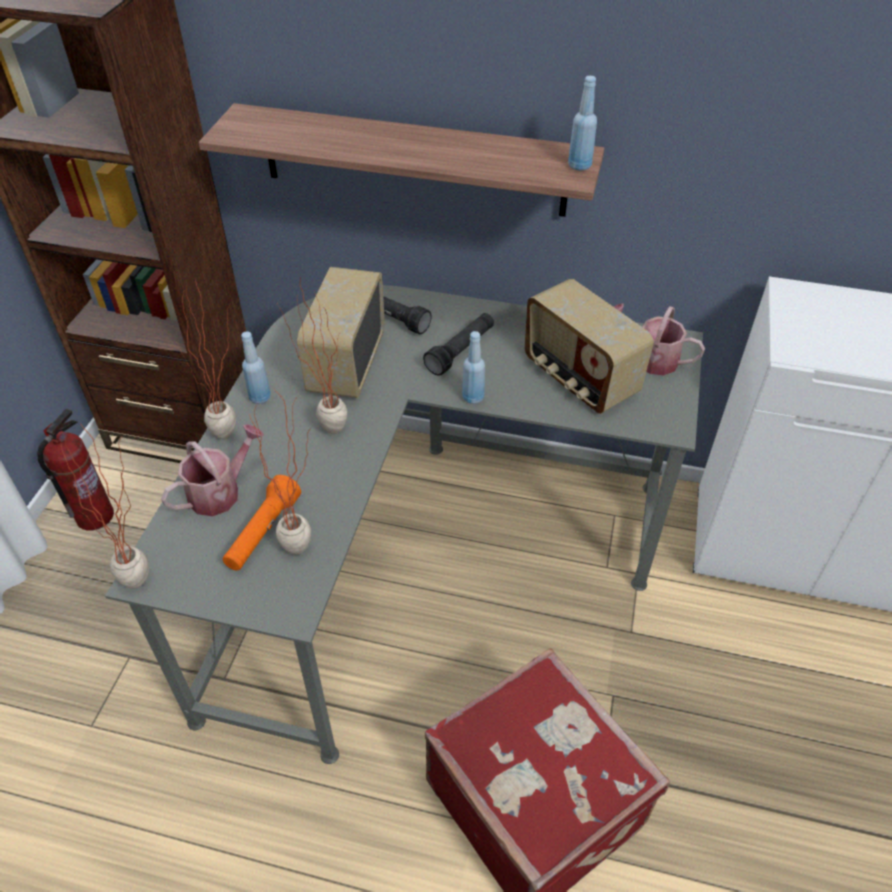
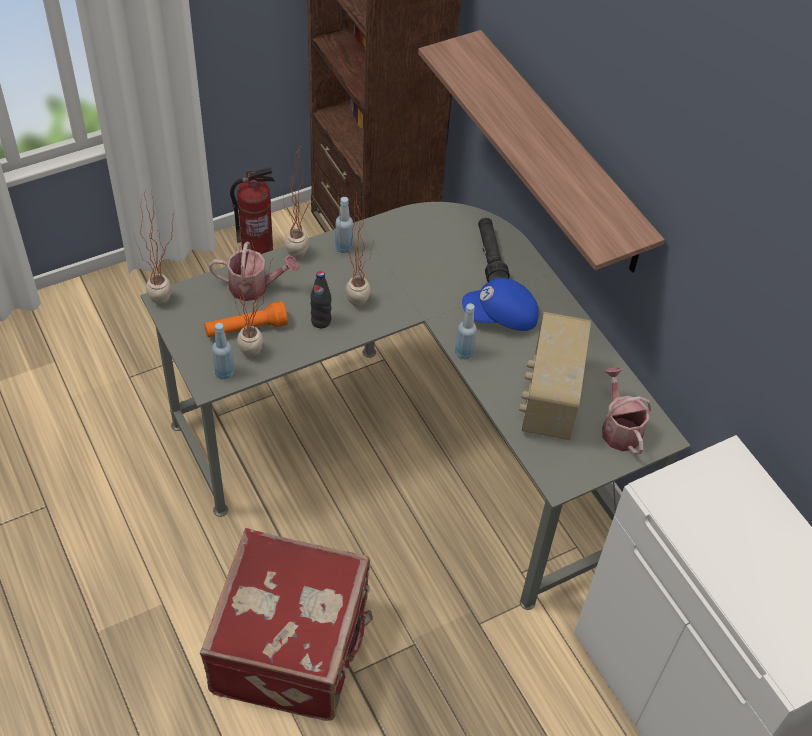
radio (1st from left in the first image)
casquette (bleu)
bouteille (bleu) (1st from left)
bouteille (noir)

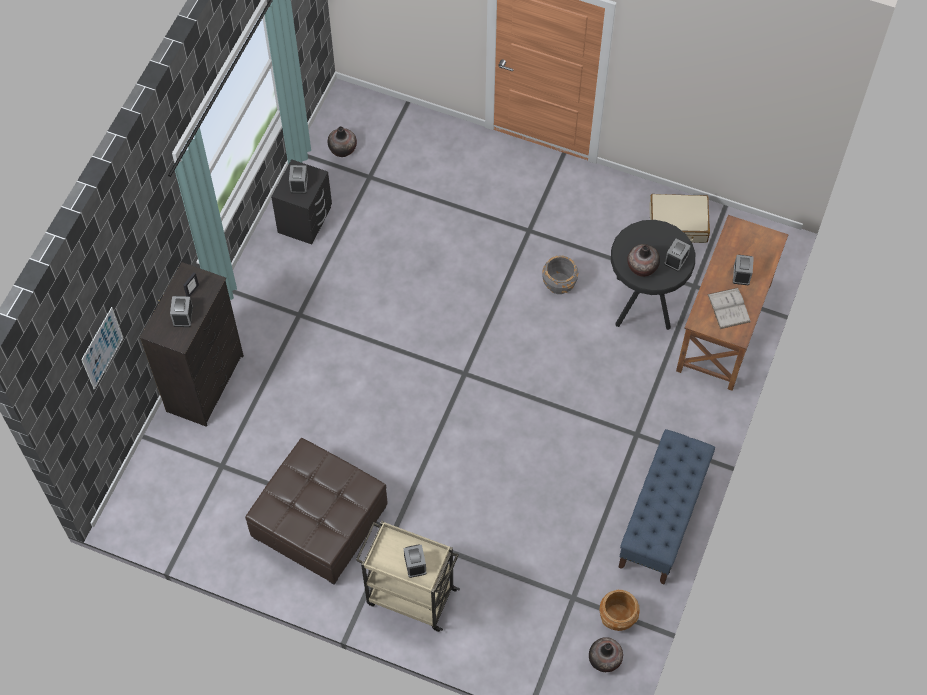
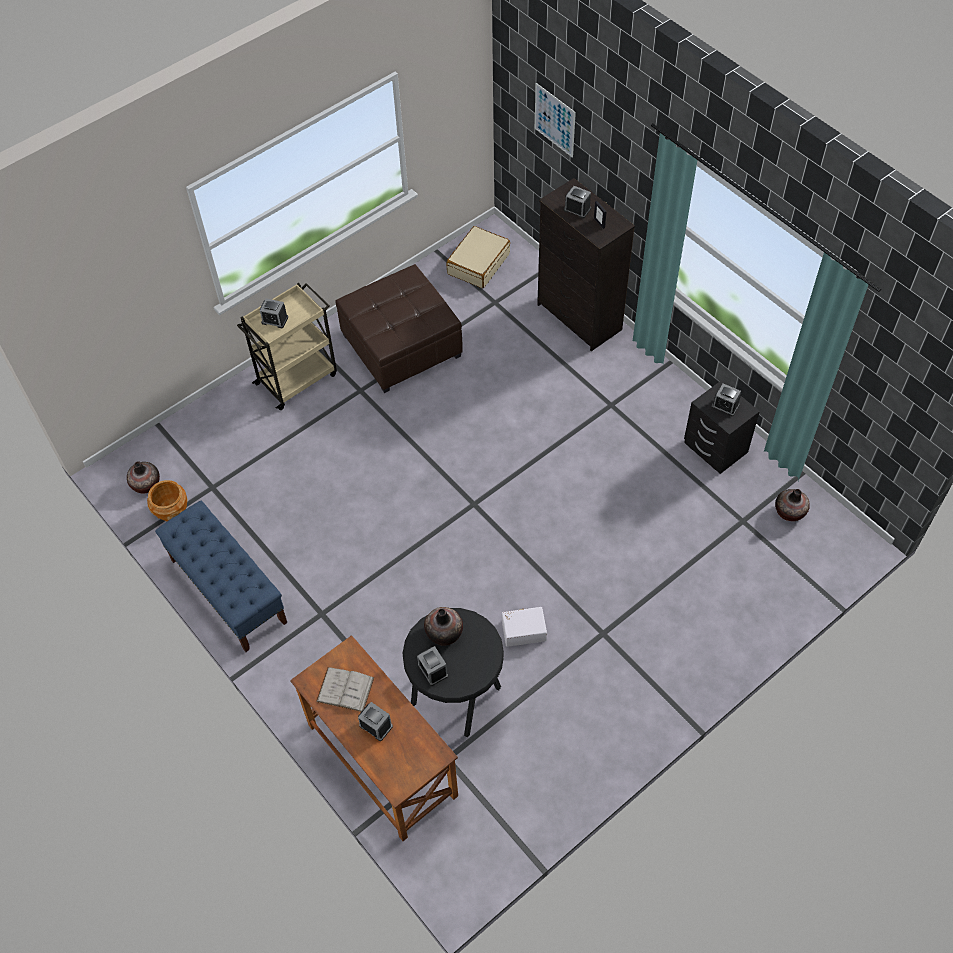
boîte de rangement (blanc)
valise (beige)

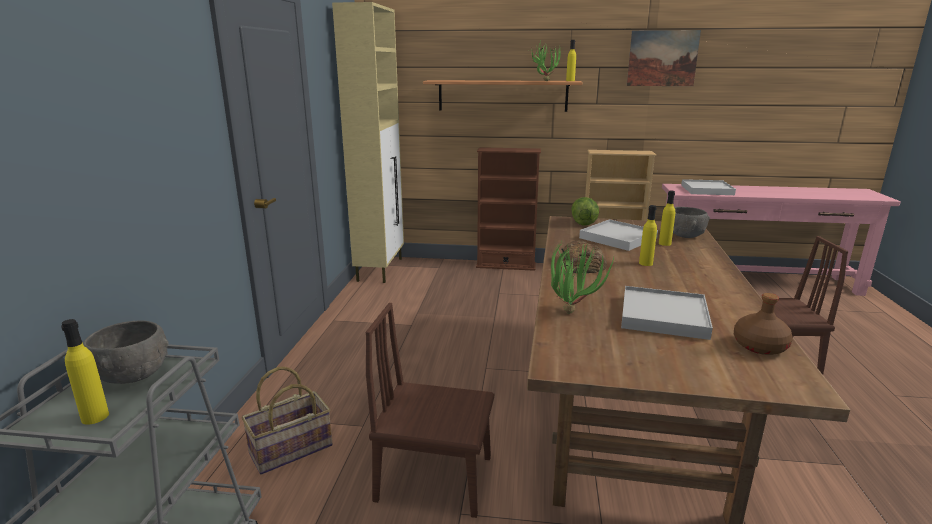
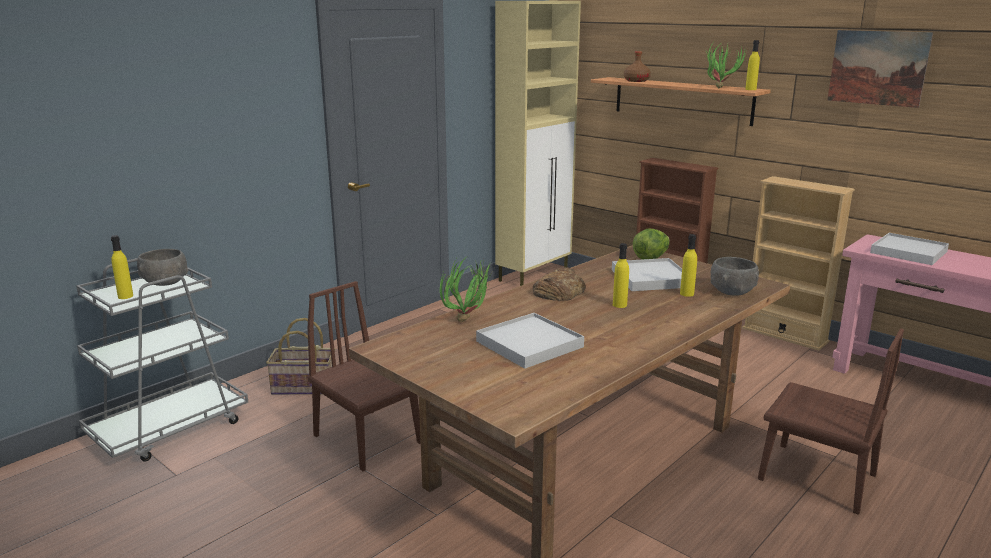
bouteille (marron)

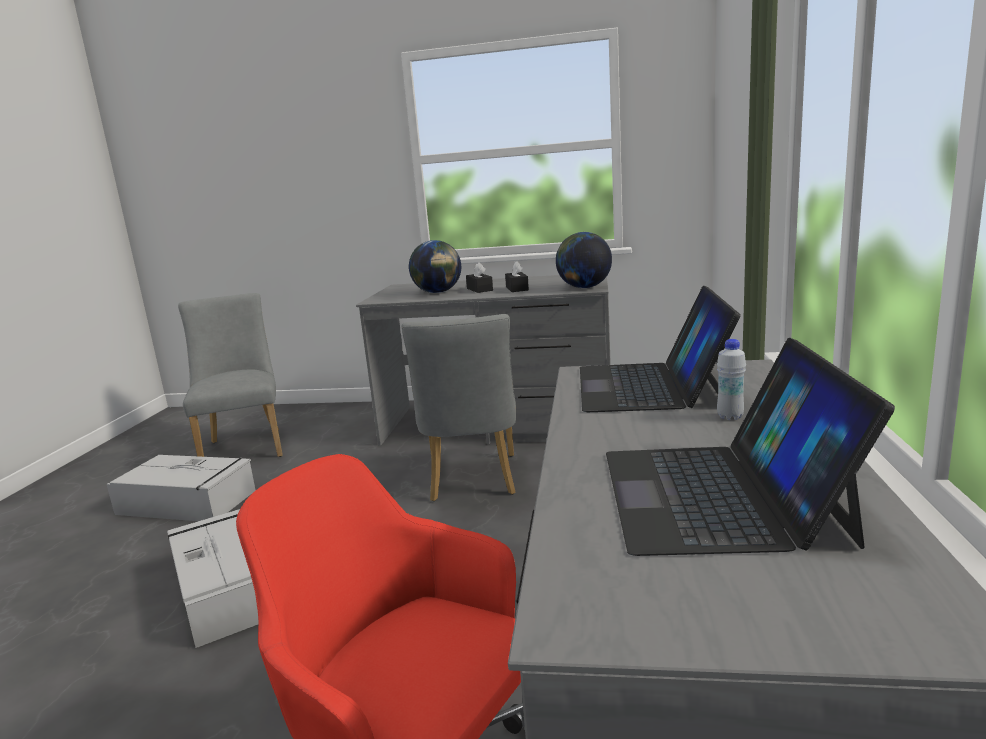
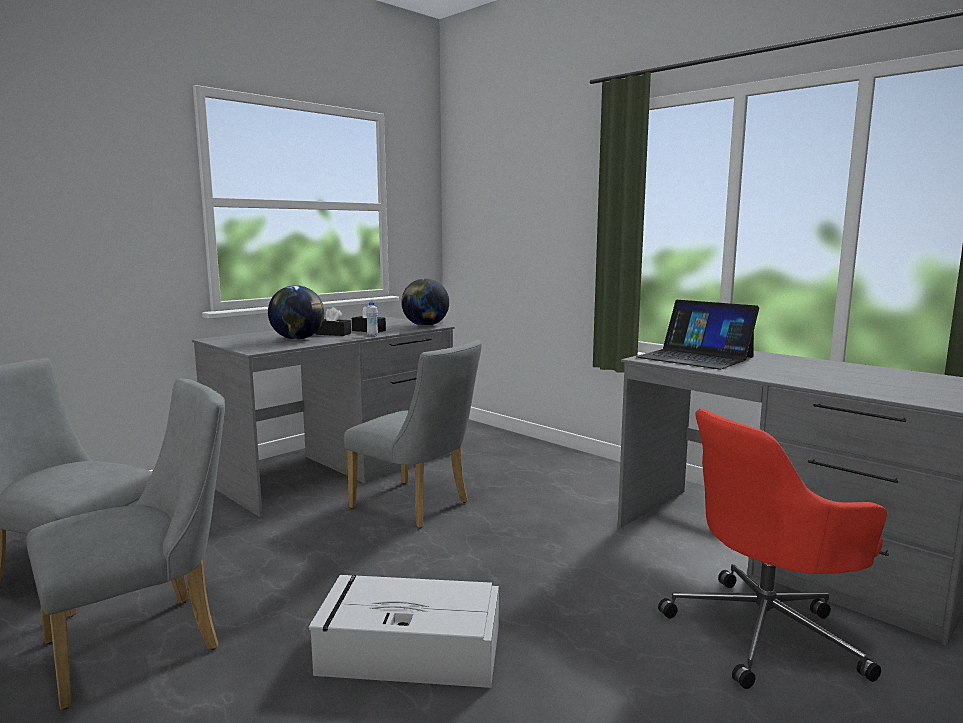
chaise (gris) (2nd from left)
ordinateur portable (2nd from left in the first image)
bouteille (blanc)

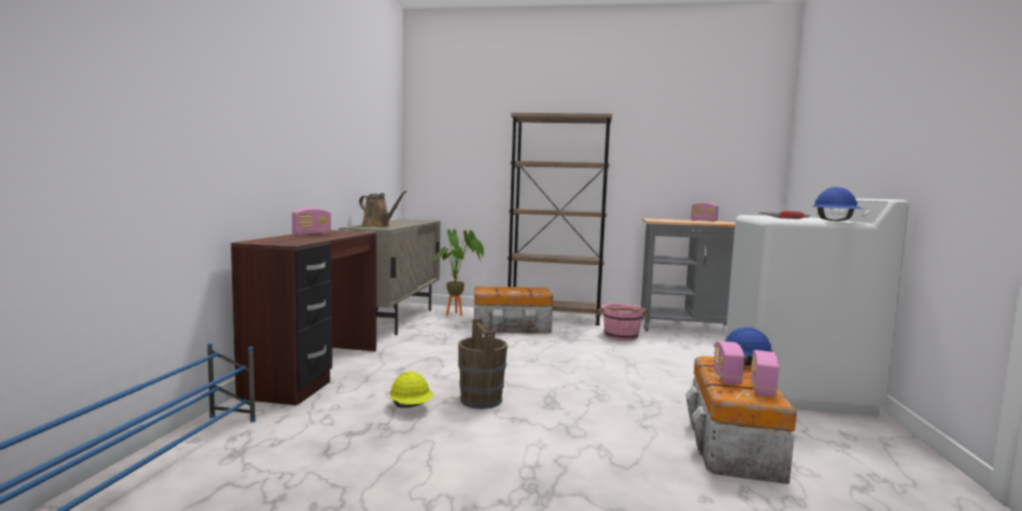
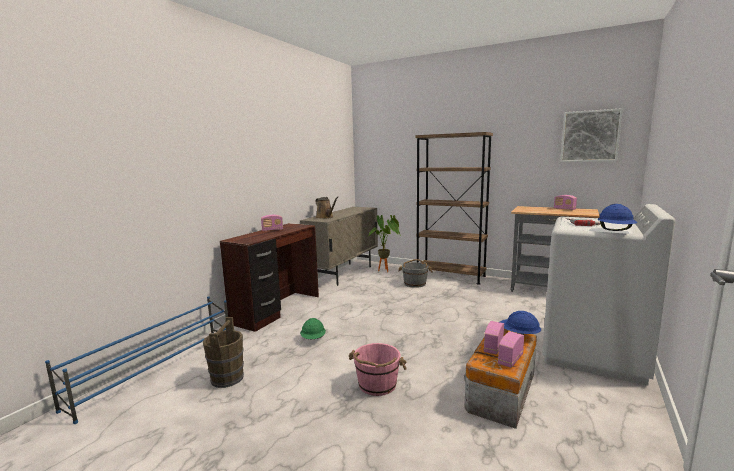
casque de chantier (vert)
seau (marron)
seau (gris)
seau (rose)
tableau

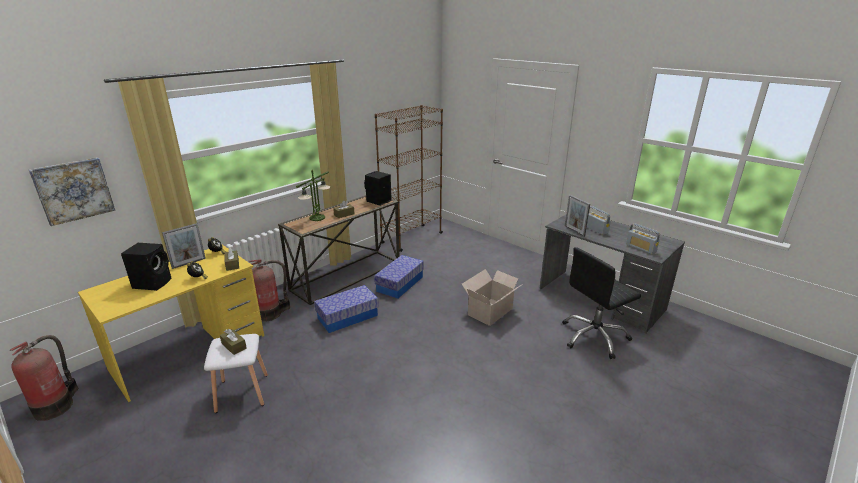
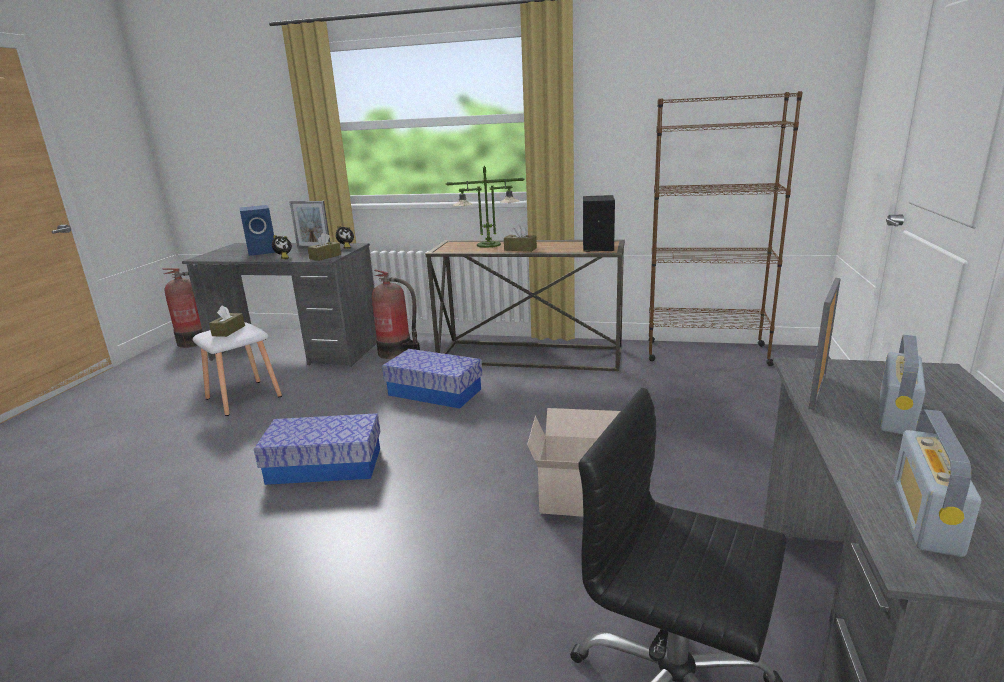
tableau
bureau (gris) (1st from left)
enceinte (bleu)
boîte de rangement (1st from left)

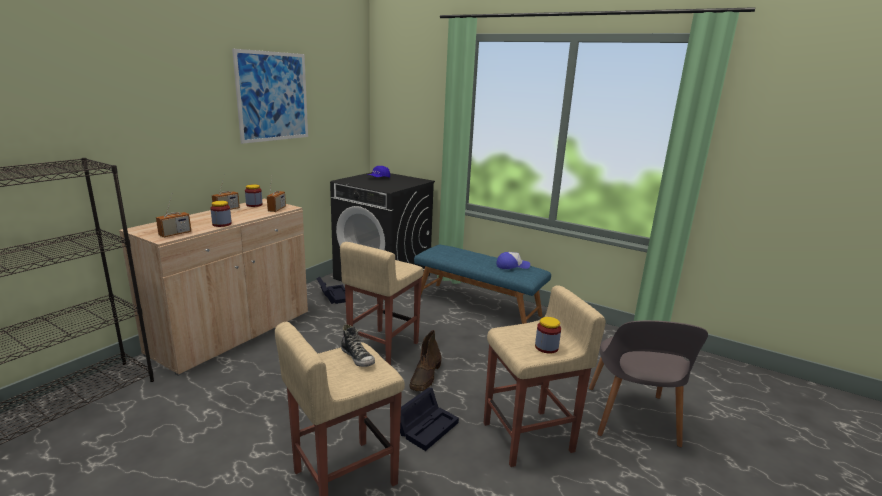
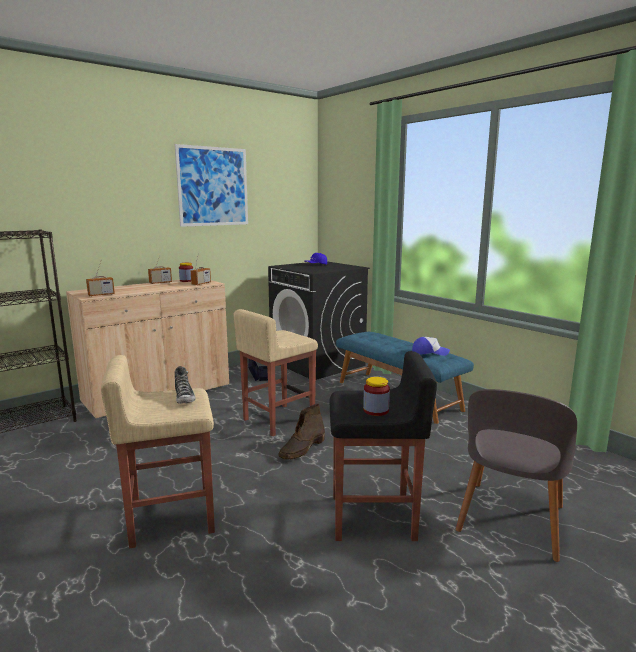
bocal (1st from left in the first image)
boîte de rangement (noir) (2nd from left in the first image)
tabouret (noir)

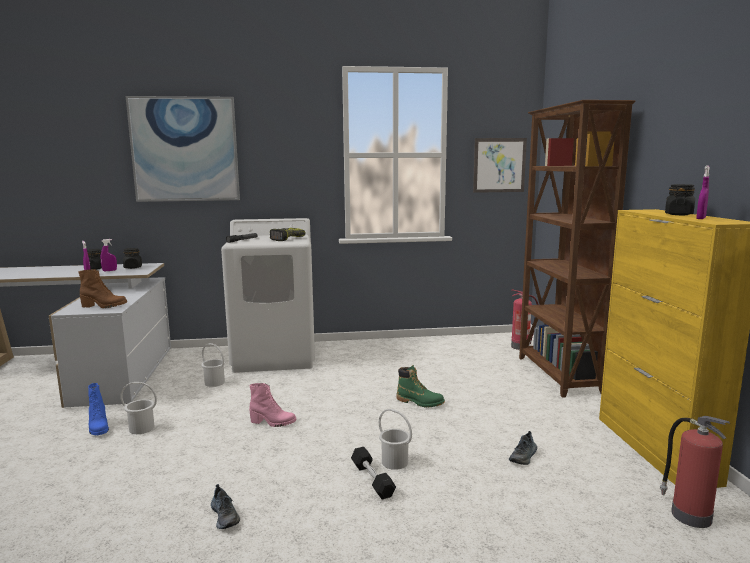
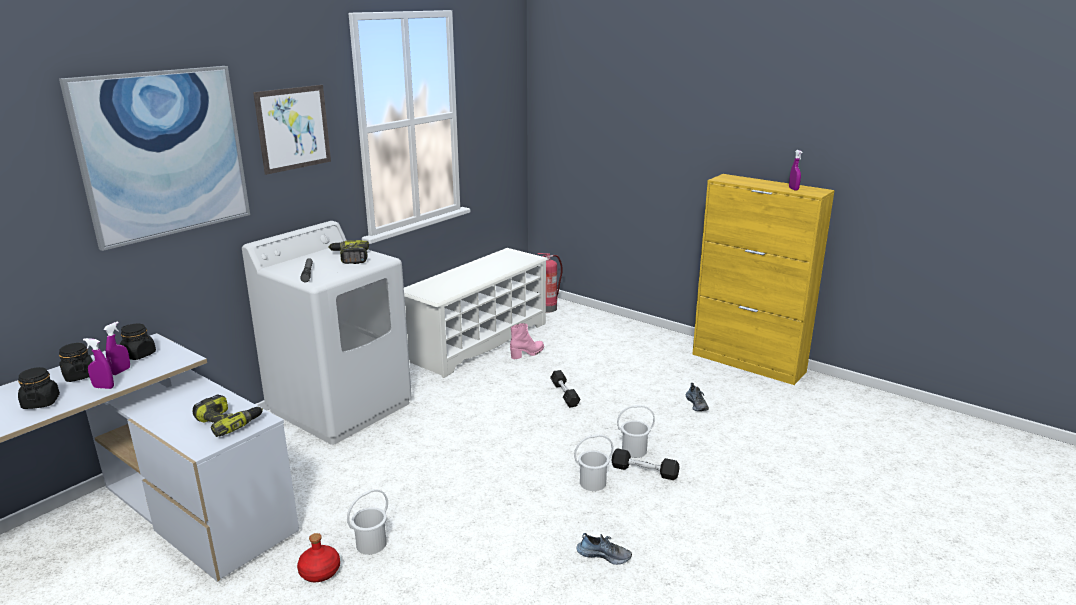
perceuse (1st from left)
bouteille (rouge)
seau (blanc) (2nd from left)
botte (rose)
haltère (noir) (1st from left)
tableau (2nd from left)
bibliothèque (marron)
extincteur (2nd from left in the first image)
bocal (noir) (1st from left)
étagère à chaussures (blanc)

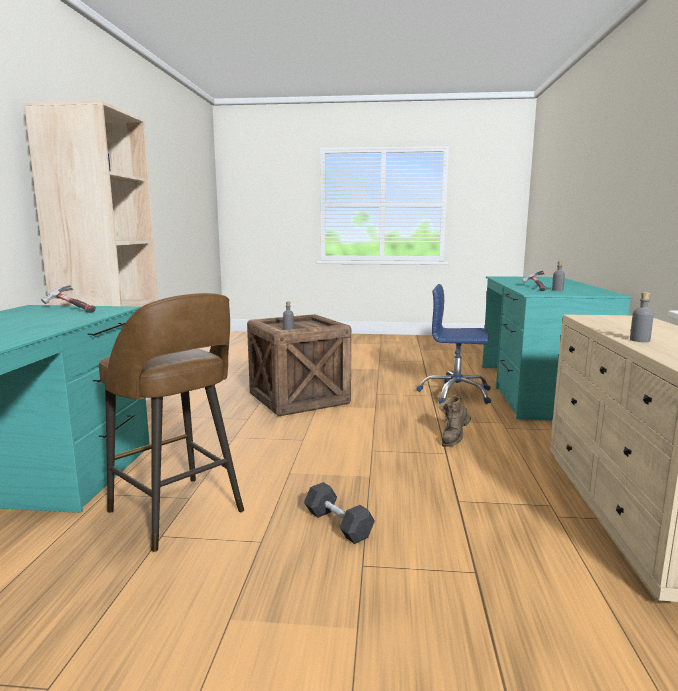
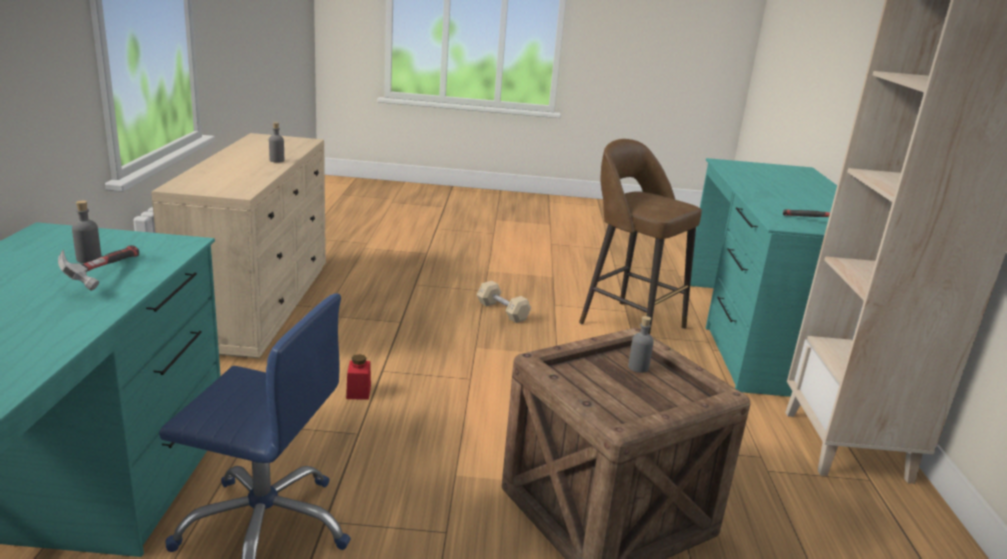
haltère (beige)
bocal (rouge)

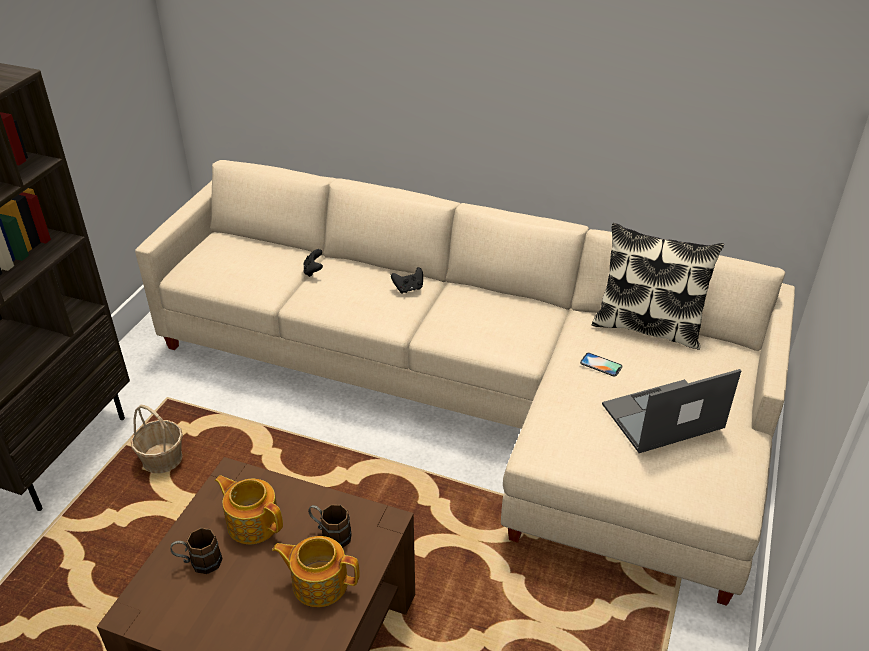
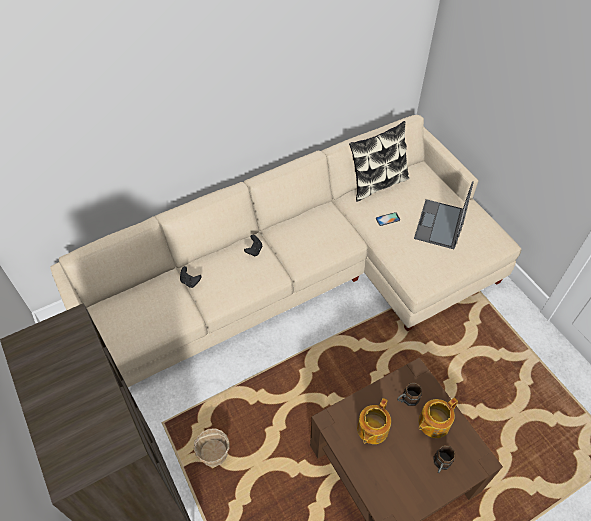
mug (marron) (2nd from left)
théière (1st from left)

